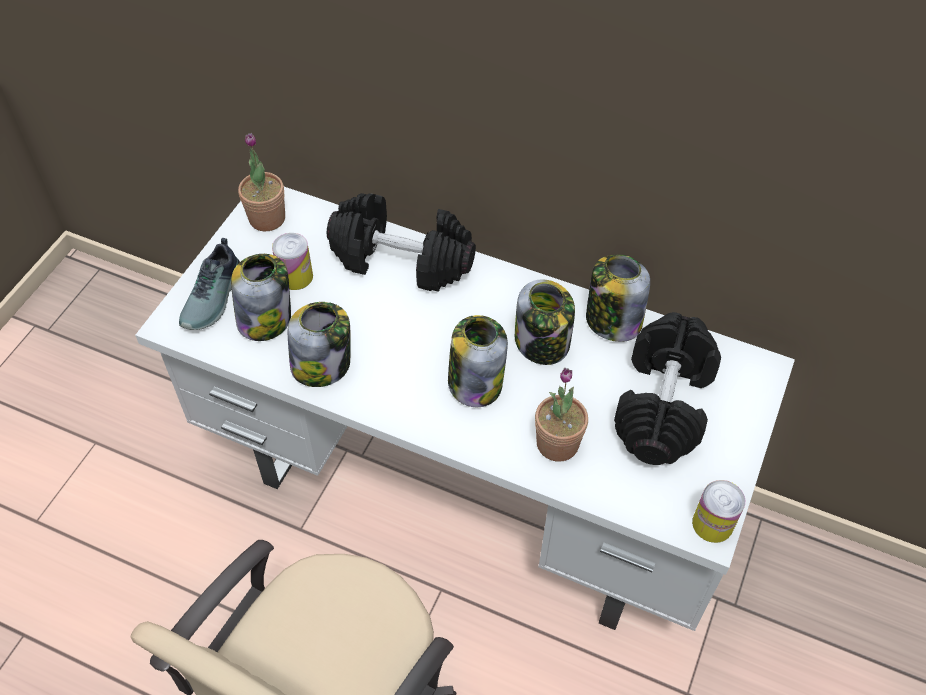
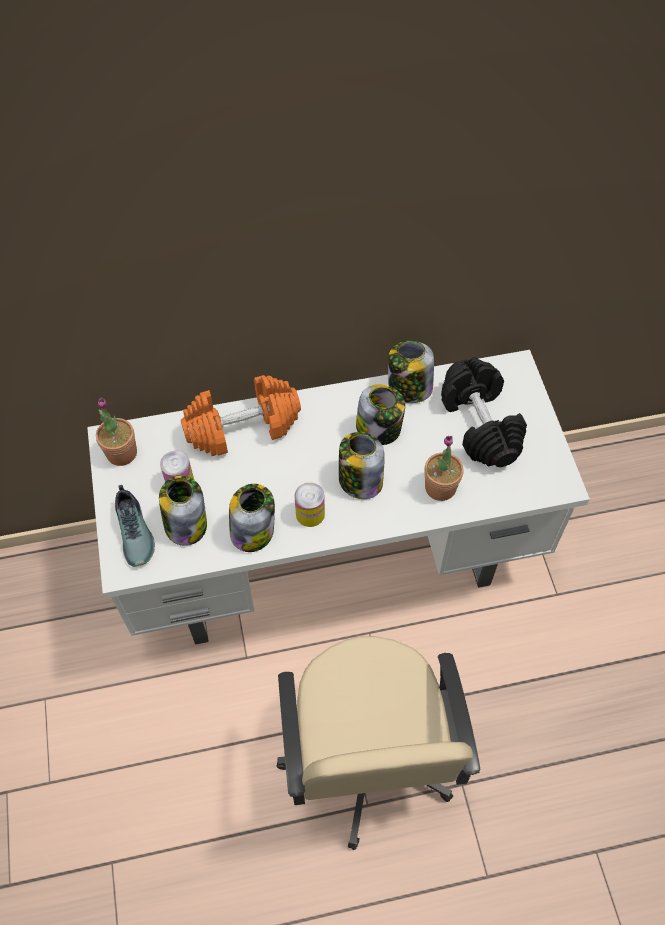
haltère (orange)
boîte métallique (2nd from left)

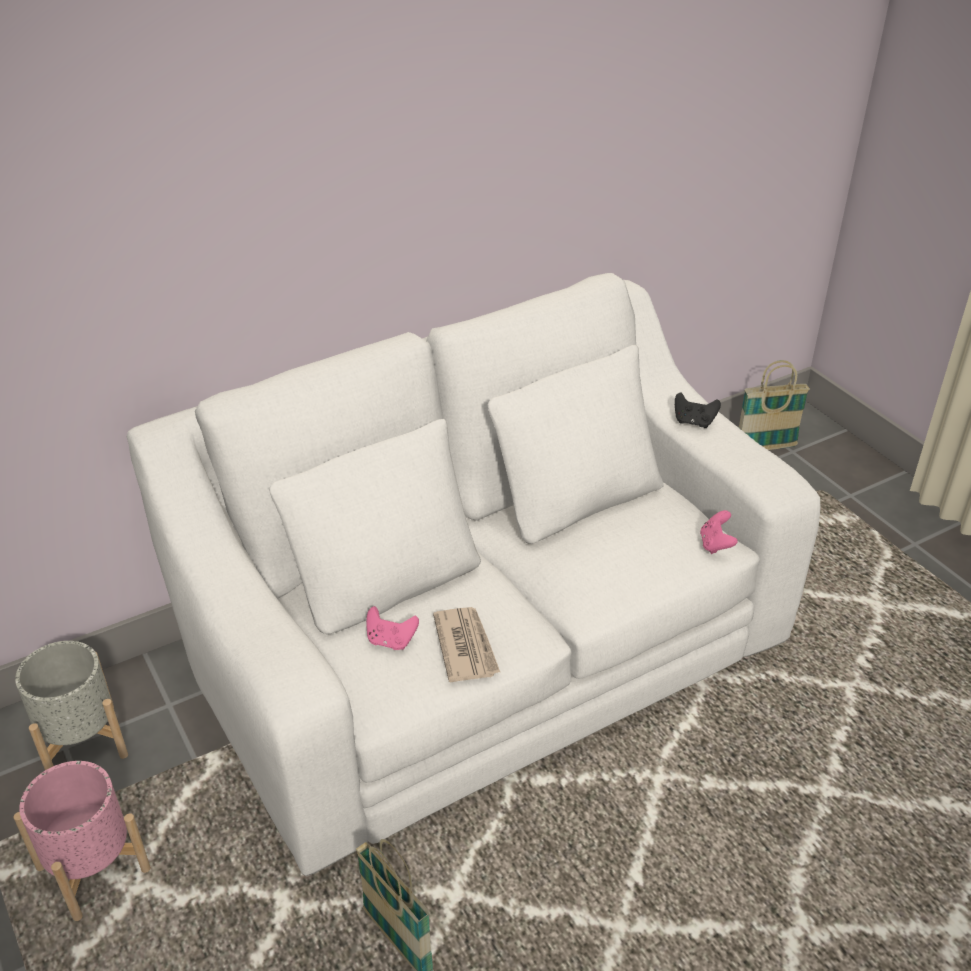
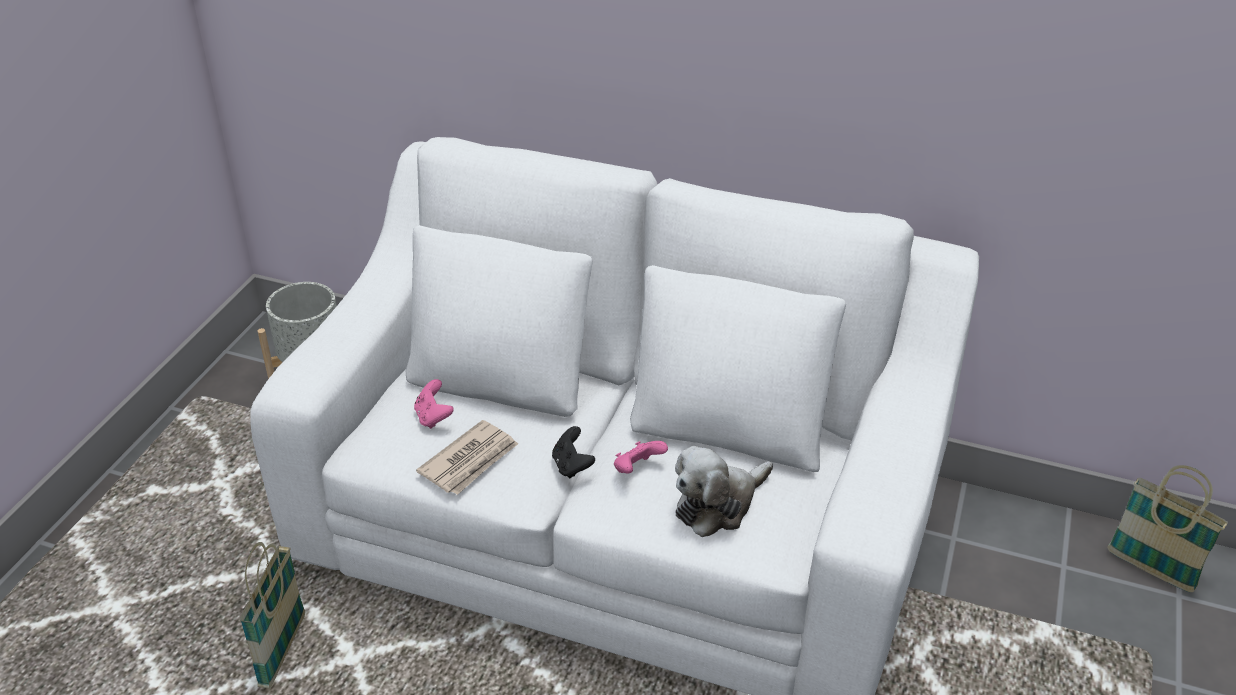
cache-pot (rose)
manette (noir)
manette (rose) (2nd from left)
peluche

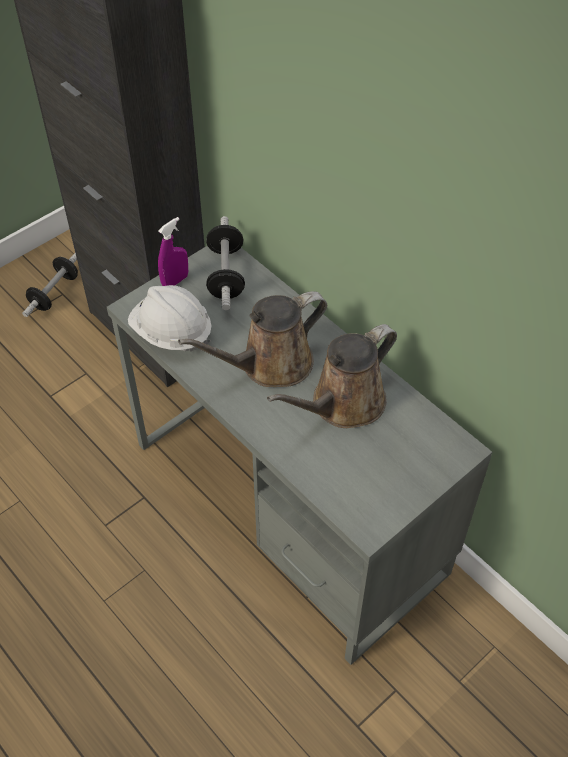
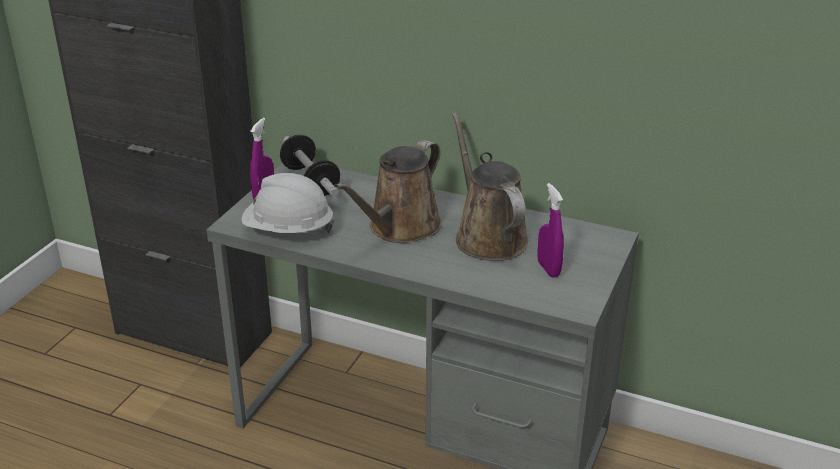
haltère (1st from left in the first image)
arrosoir (marron) (2nd from left)
vaporisateur (violet) (2nd from left)

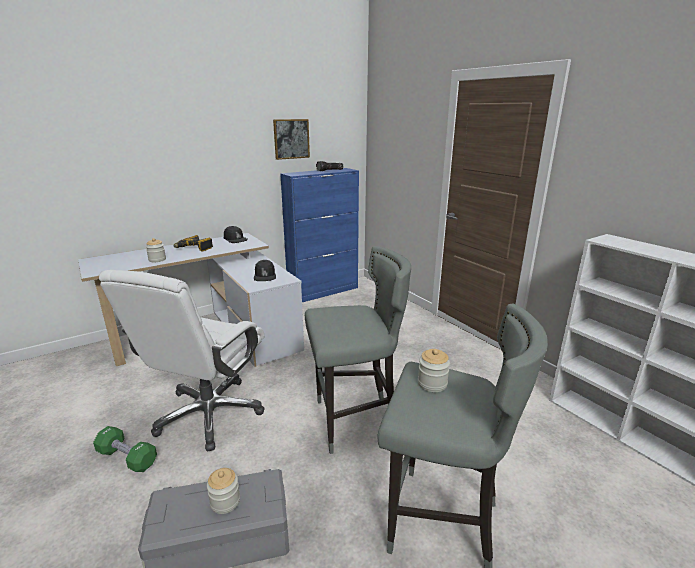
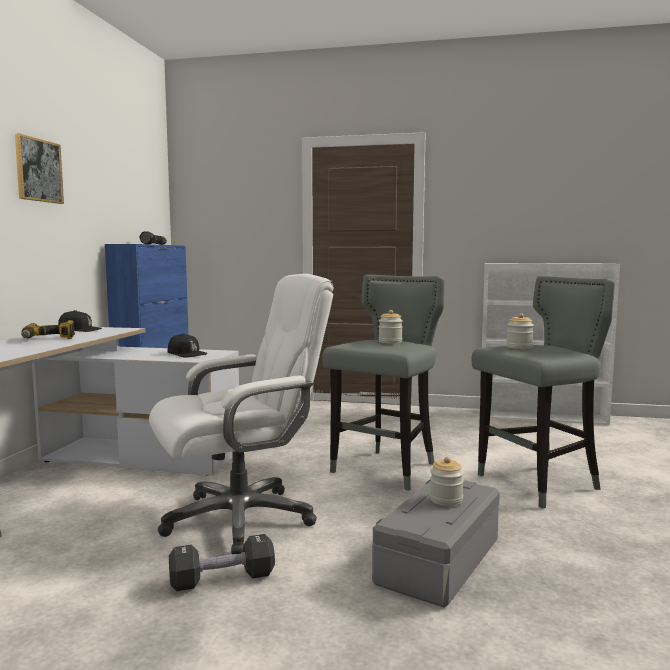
haltère (noir)
chaise de bureau (blanc)
bocal (1st from left)
tableau

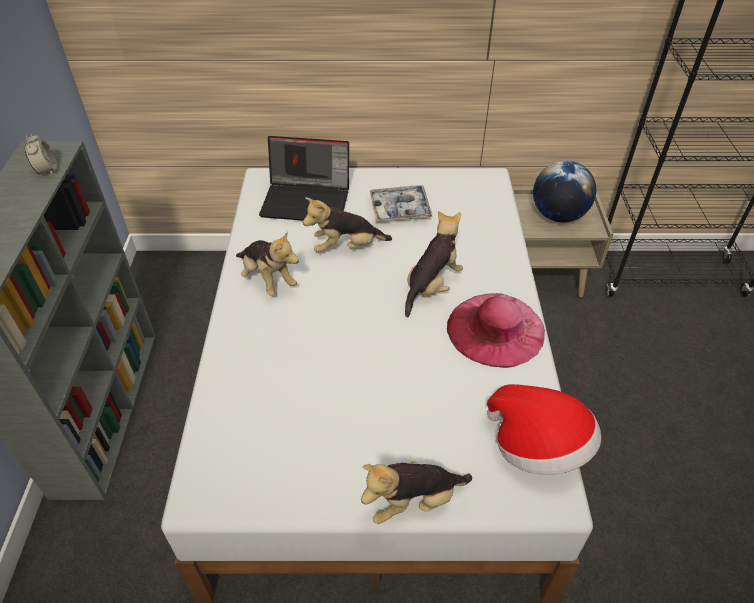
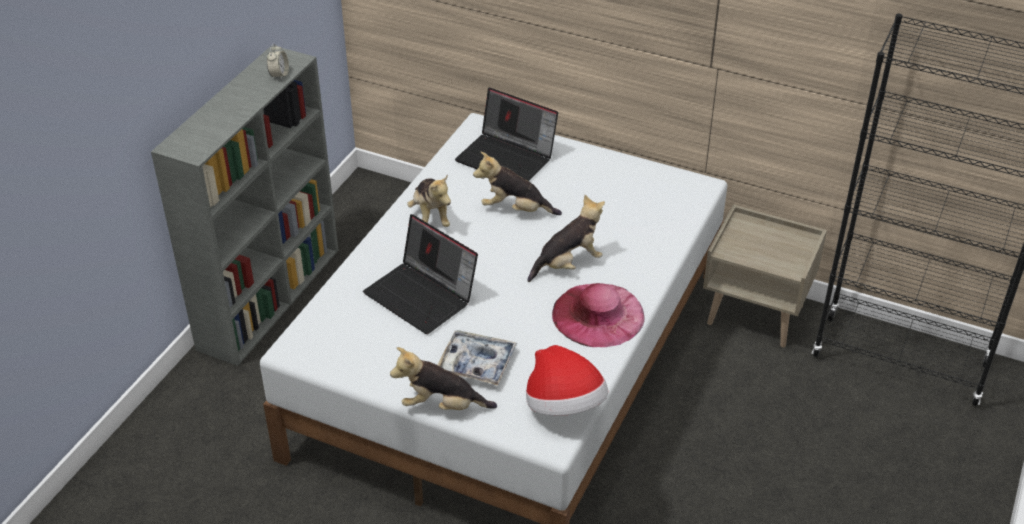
plateau
globe
ordinateur portable (1st from left)

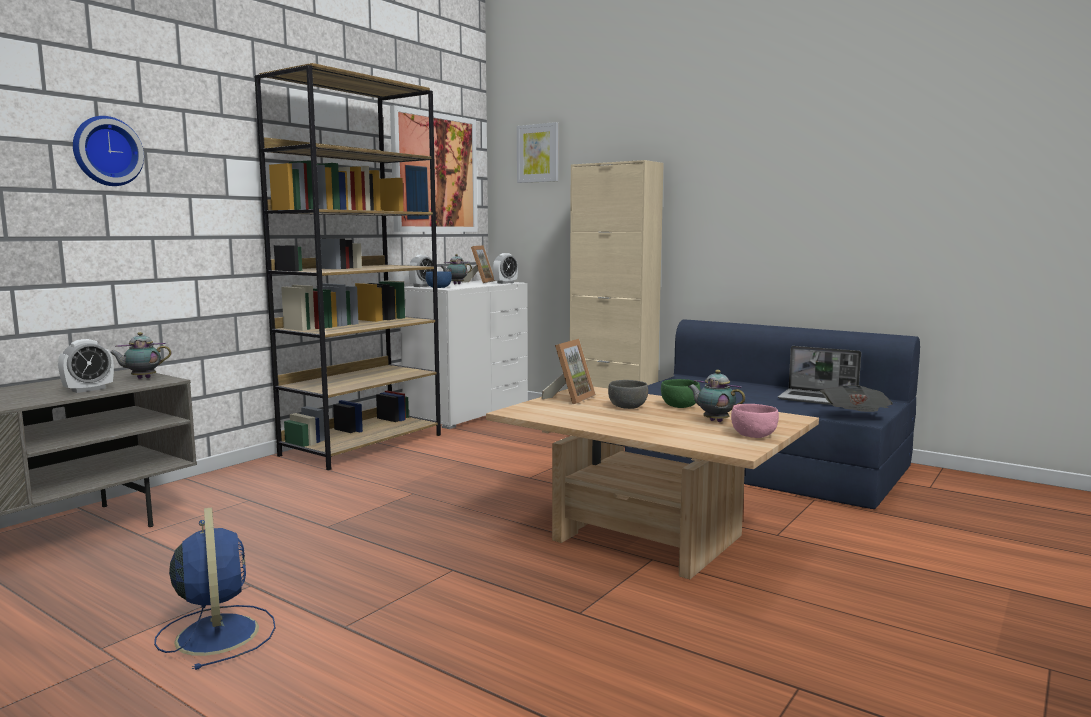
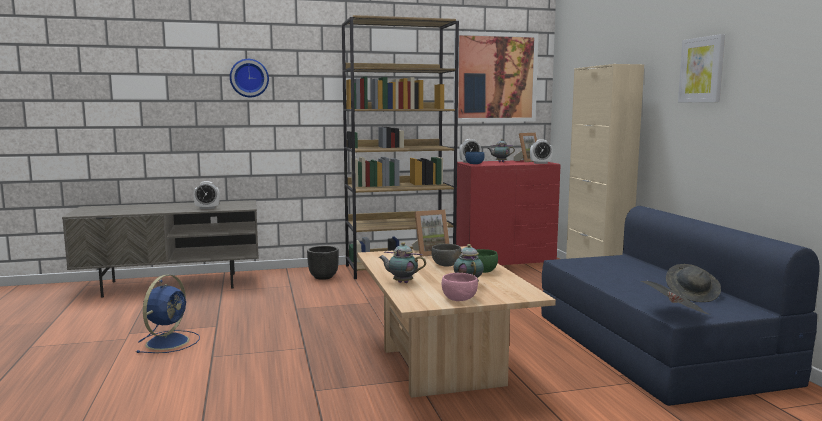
théière (1st from left)
commode (rouge)
tableau (2nd from left)
chapeau (gris)
cache-pot (noir)

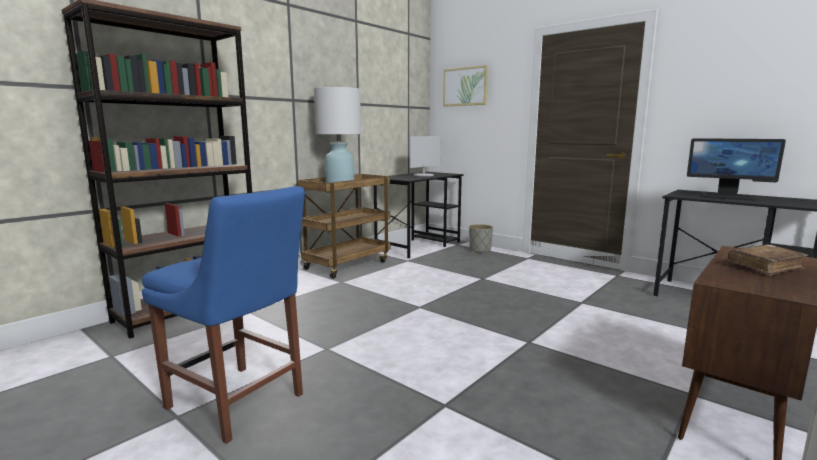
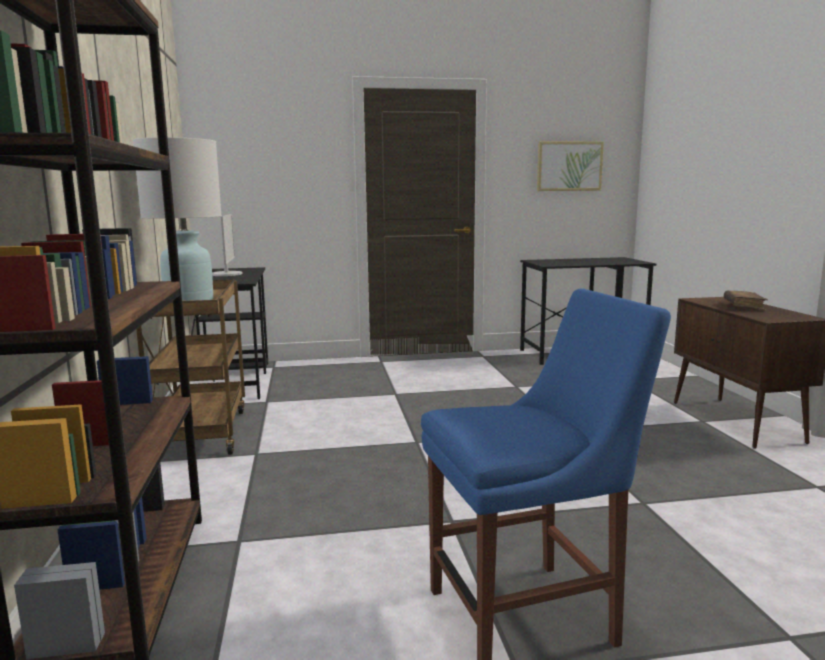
tableau
cache-pot (gris)
écran d'ordinateur (2nd from left in the first image)

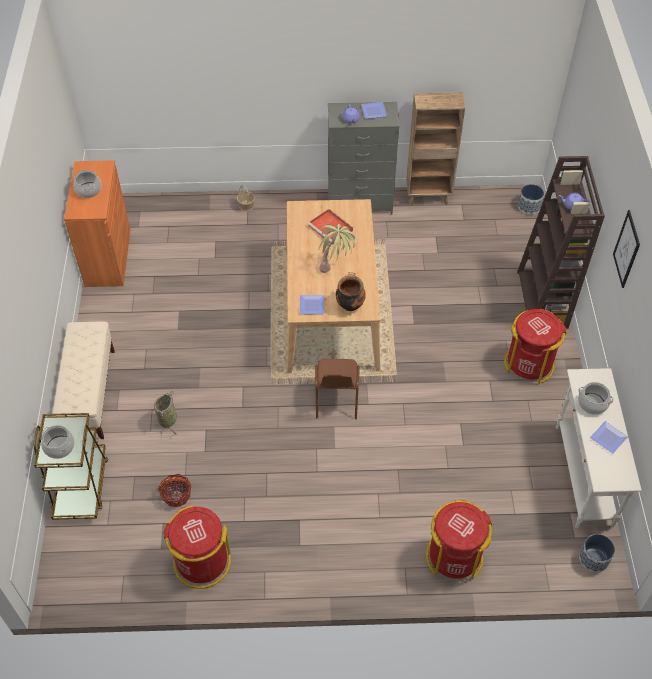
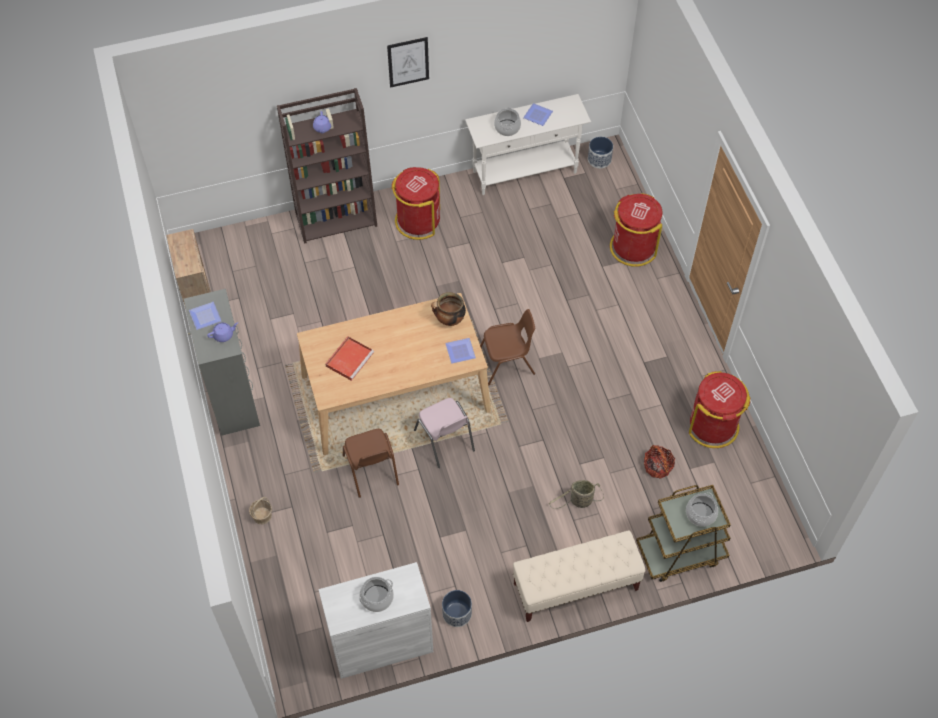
meuble de rangement (blanc)
plante en pot
cache-pot (1st from left)
chaise (marron) (1st from left)
chaise (rose)

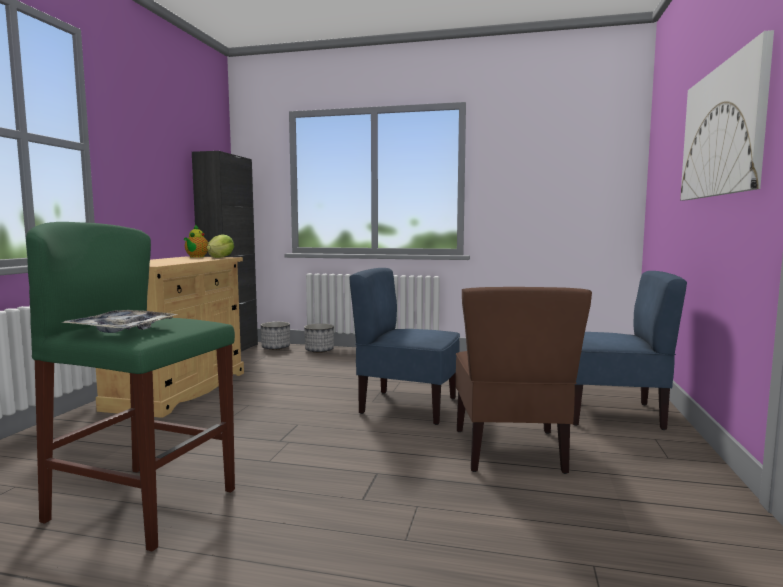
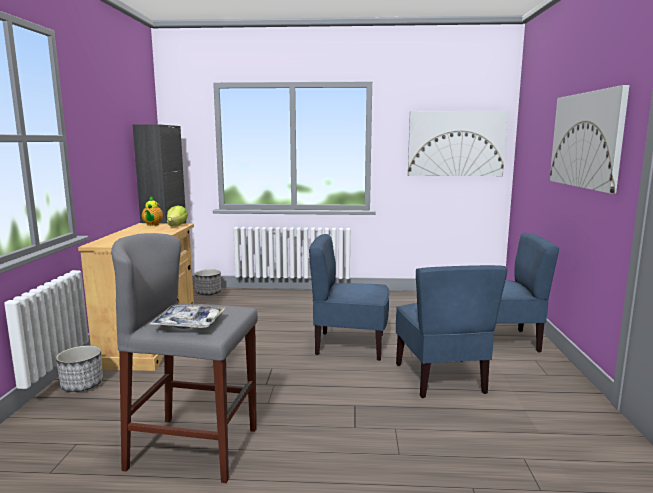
tabouret (gris)
cache-pot (1st from left)
chaise (bleu) (2nd from left)
tableau (1st from left)

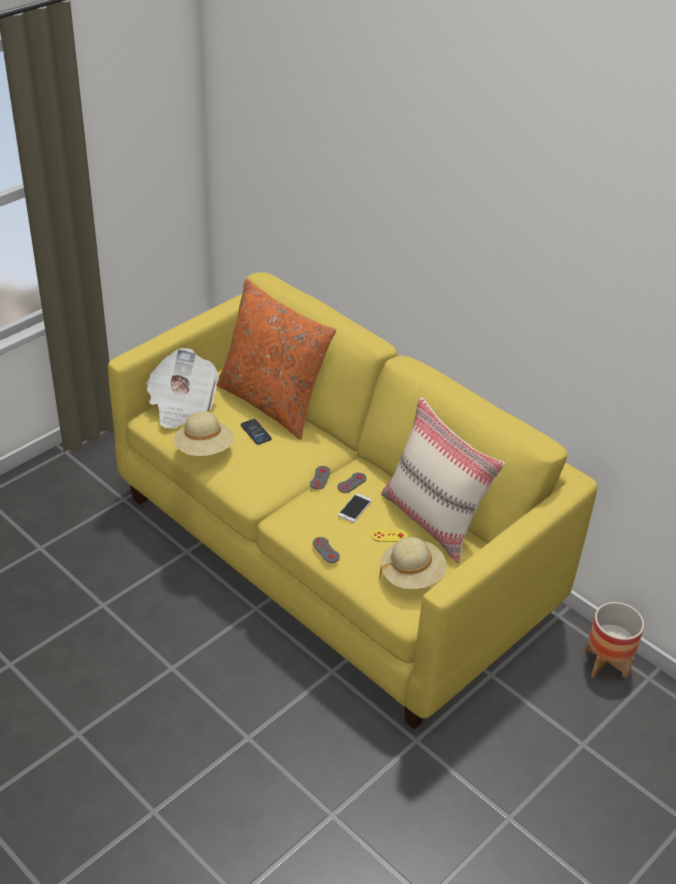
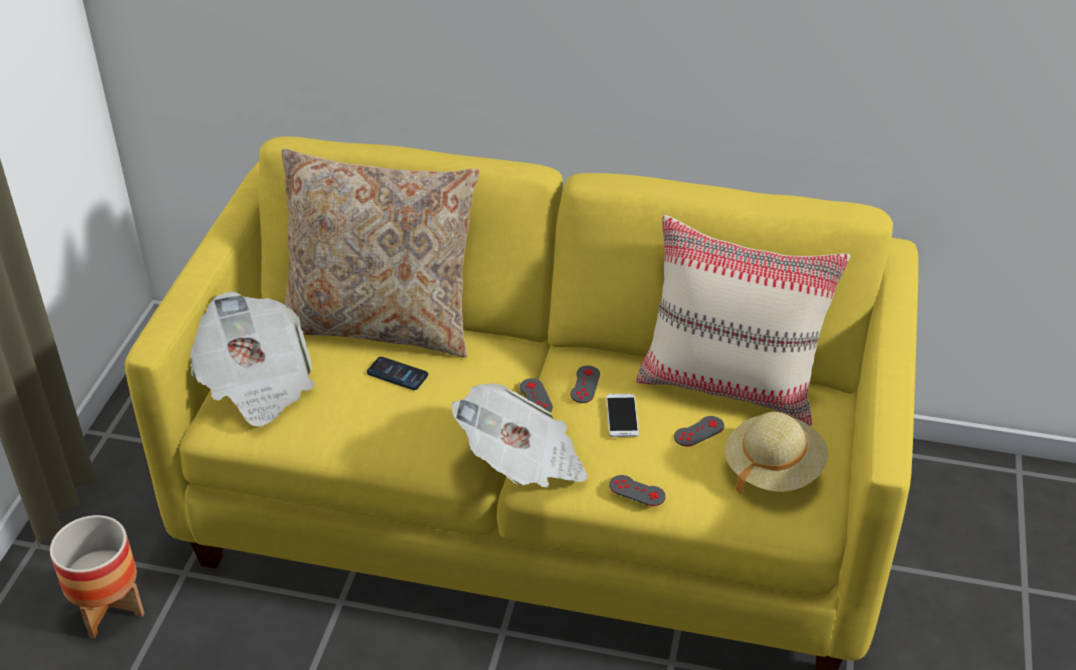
chapeau (beige) (1st from left in the first image)
coussin (beige) (1st from left)
manette (gris) (4th from left)
cache-pot
journal (2nd from left)

